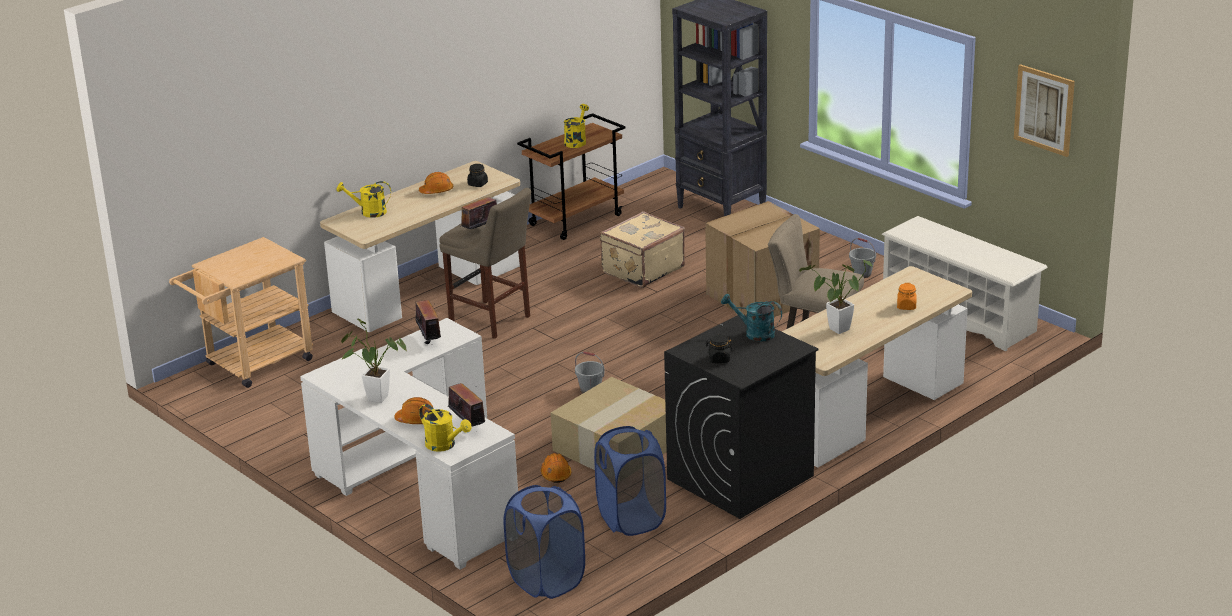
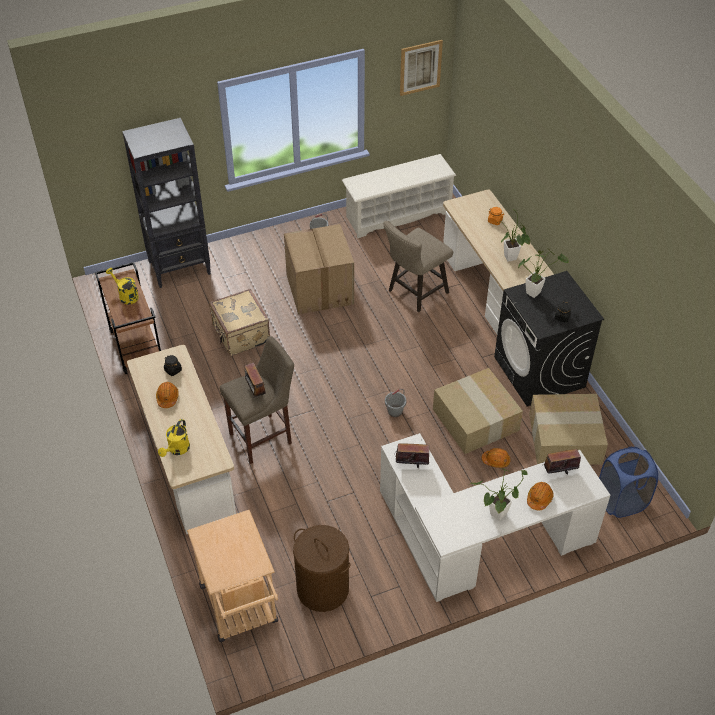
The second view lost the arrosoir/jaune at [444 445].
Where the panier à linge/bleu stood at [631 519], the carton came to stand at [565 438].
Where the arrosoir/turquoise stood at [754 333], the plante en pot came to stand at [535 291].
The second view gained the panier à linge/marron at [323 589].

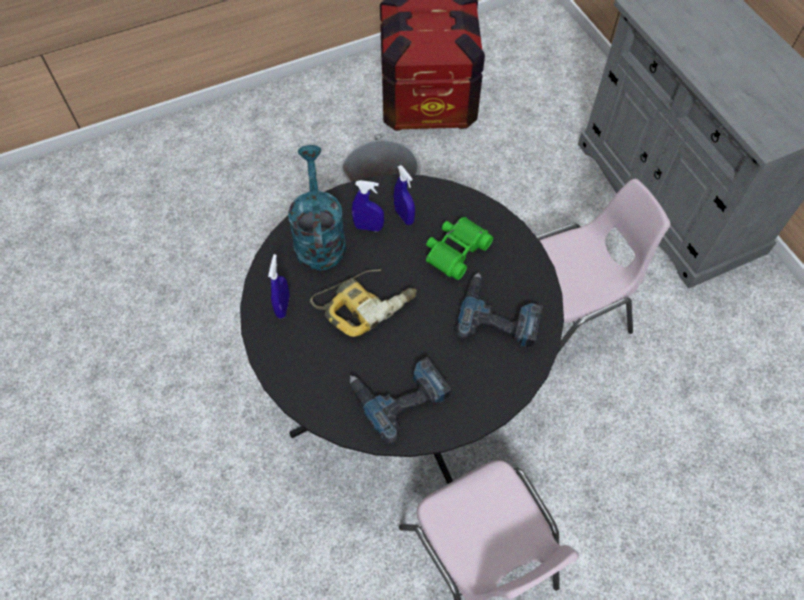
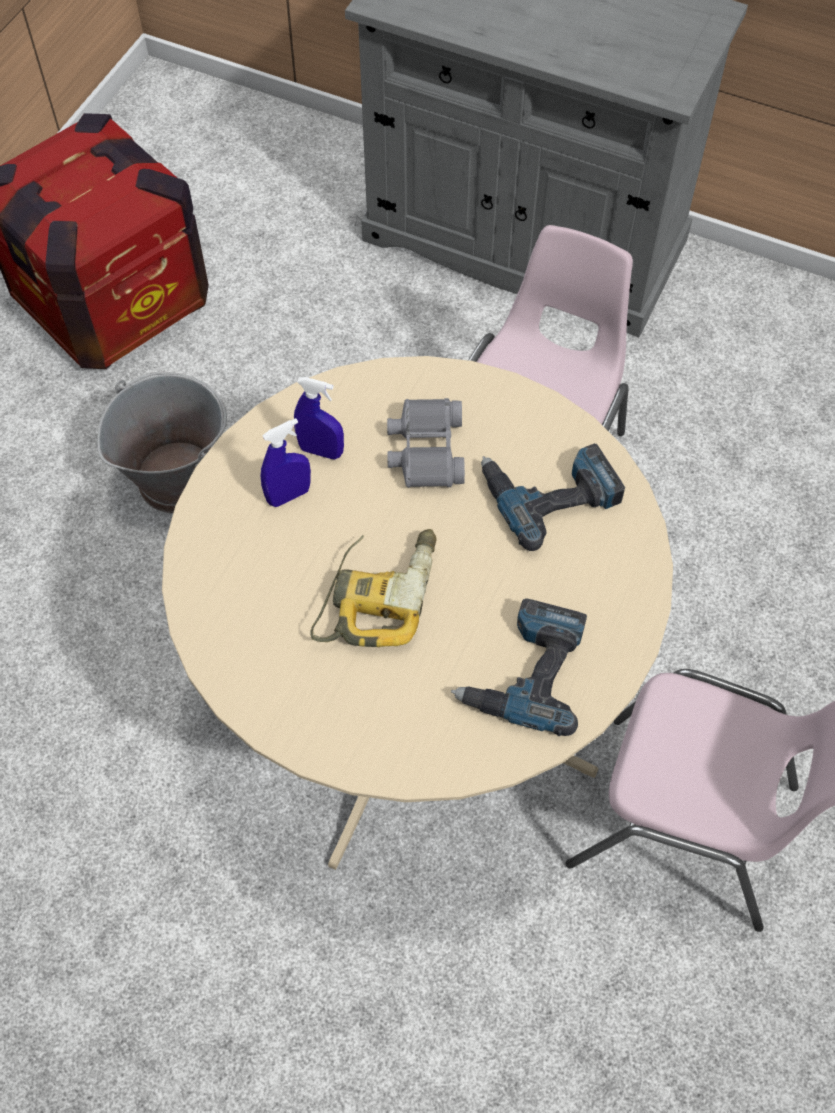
What was the table à manger/noir at [402 387] turned into the table à manger/beige at [417 697].
The second view lost the vaporisateur/bleu at [283 306].
The second view lost the arrosoir/turquoise at [318 237].
What was the jumelles/vert at [455 251] turned into the jumelles/gris at [425 450].

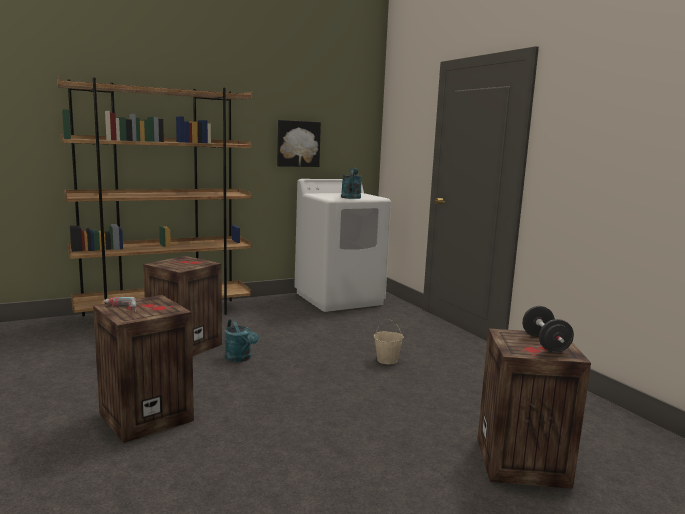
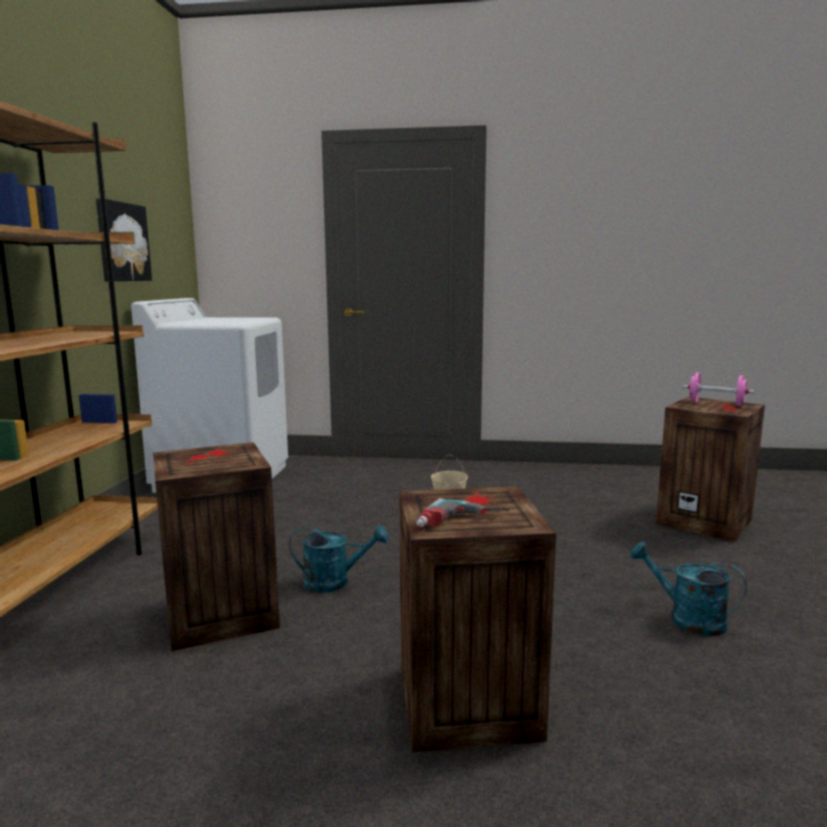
The arrosoir/turquoise ended up elsewhere, having gone from [351 197] to [687 619].
What was the haltère/noir at [545 343] turned into the haltère/rose at [716 404].

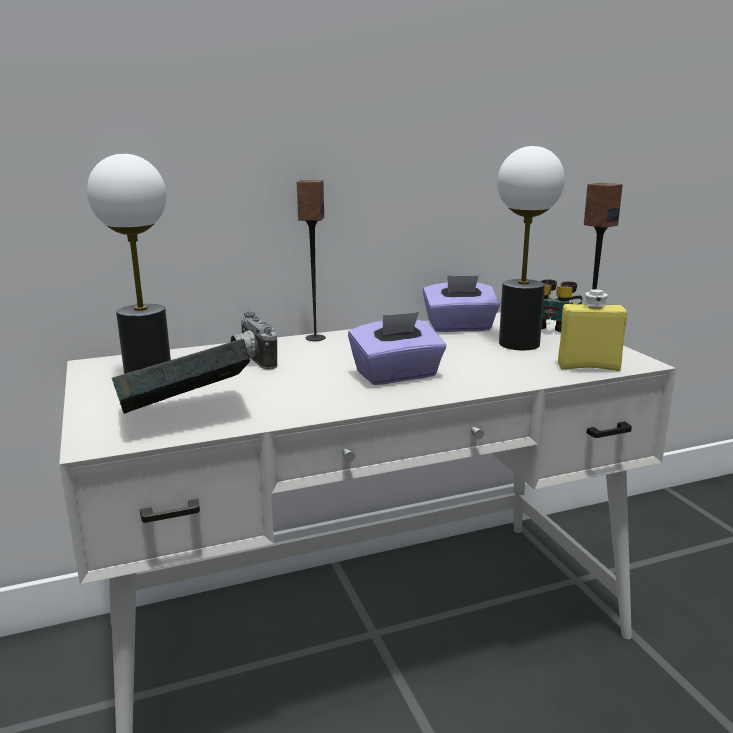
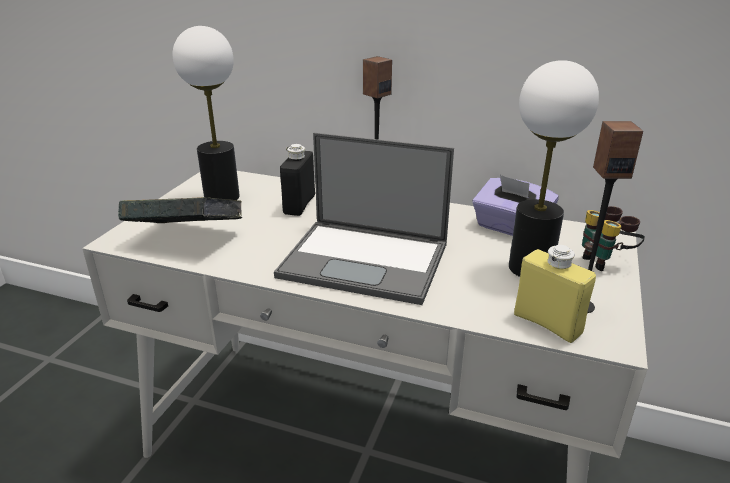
Where the appareil photo stood at [251 360], the bouteille/noir came to stand at [299 205].
Where the boîte à mouchoirs/violet stood at [397 375], the ordinateur portable came to stand at [367 260].

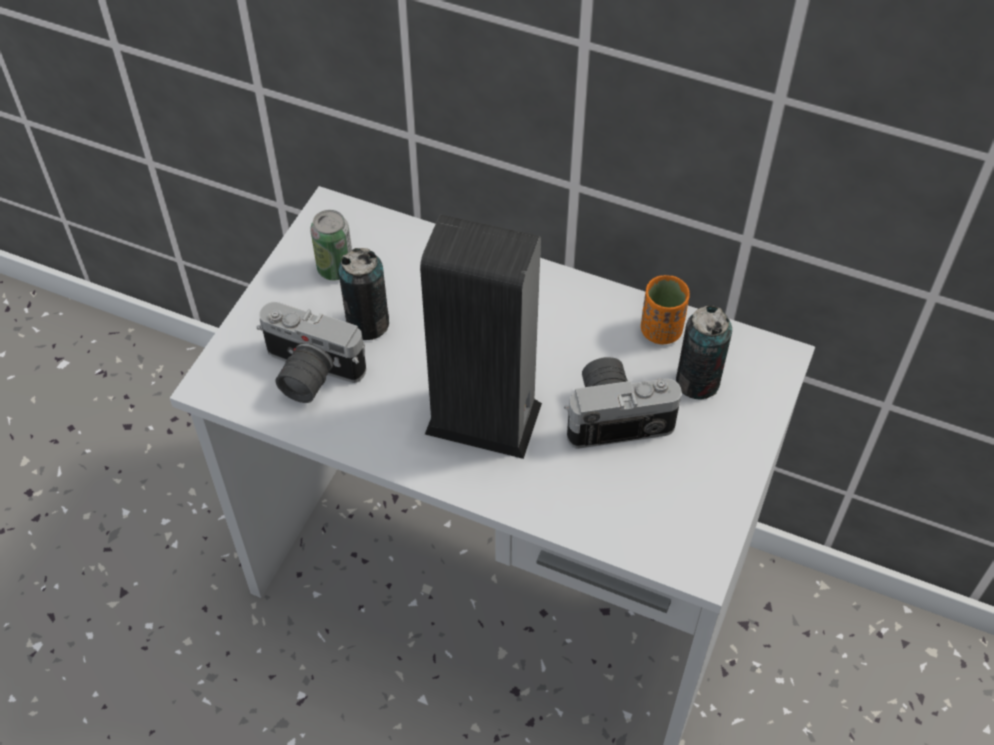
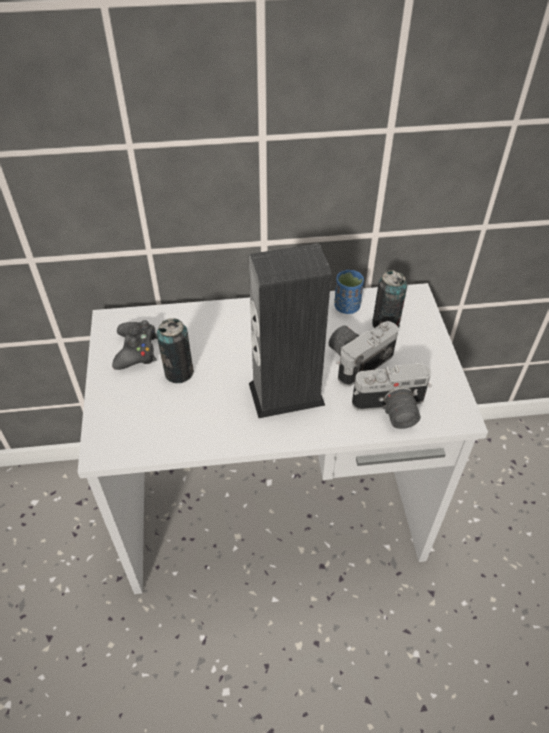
The appareil photo ended up elsewhere, having gone from [307 374] to [391 411].
Where the boîte métallique stood at [335 269], the manette/noir came to stand at [136 350].
What was the tasse/orange at [661 330] turned into the tasse/bleu at [347 307].

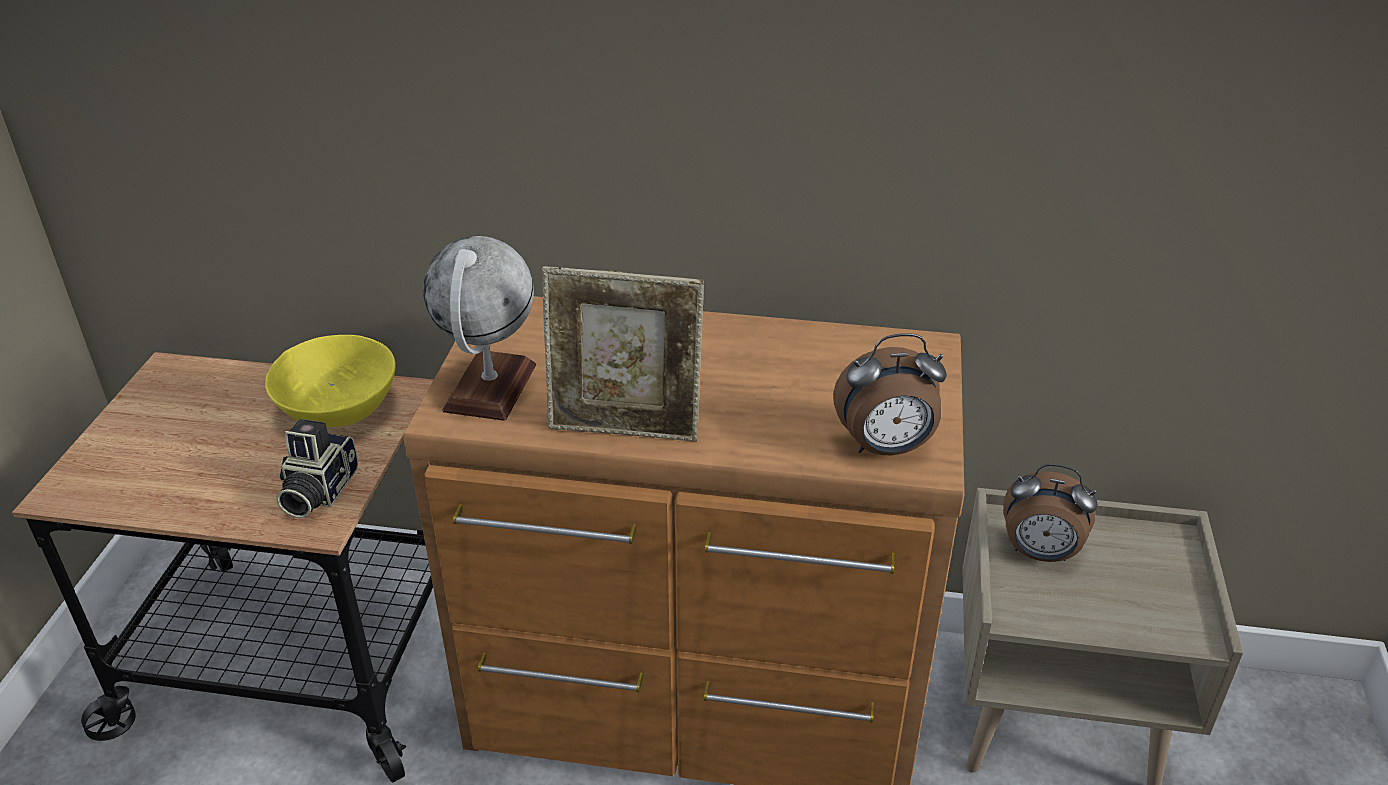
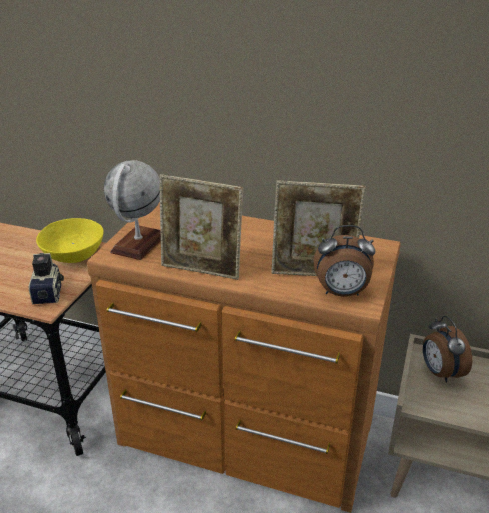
The appareil photo at [317 491] ended up facing another way, 150 degrees clockwise from before.
The réveil at [1040 553] ended up facing another way, 45 degrees clockwise from before.
The second view gained the cadre photo at [313 273].

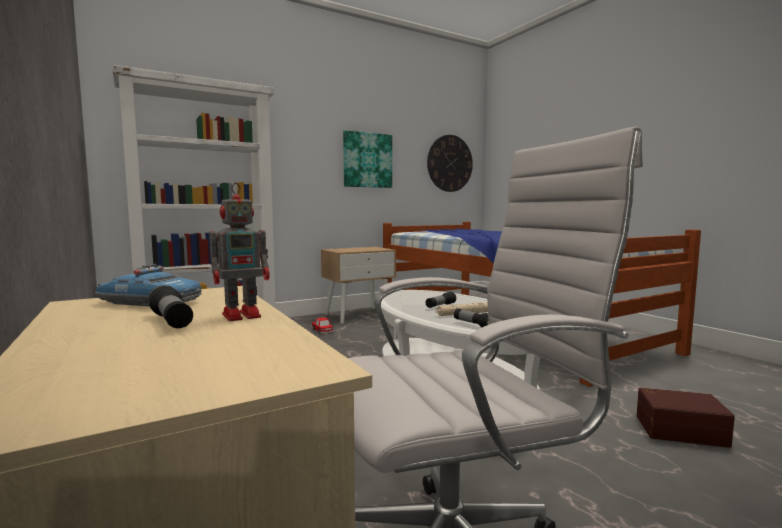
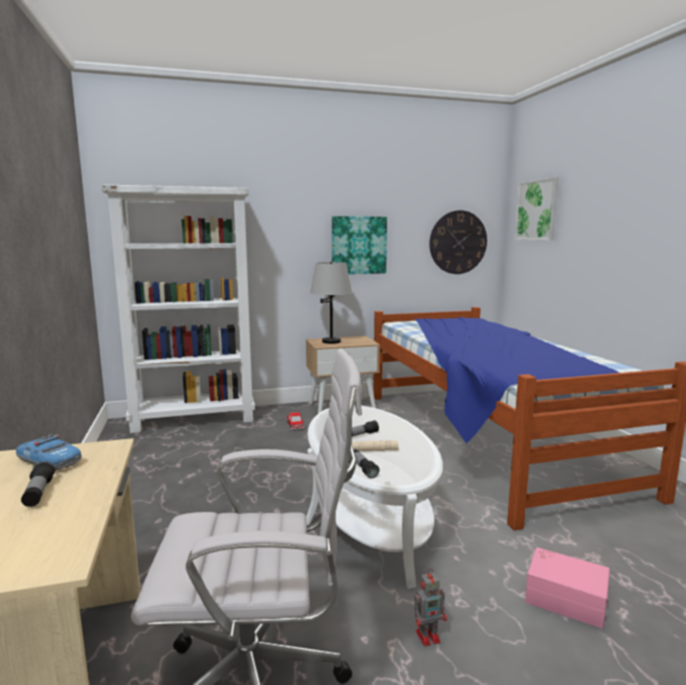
The robot jouet ended up elsewhere, having gone from [243 315] to [429 636].
What was the boîte de rangement/marron at [679 429] turned into the boîte de rangement/rose at [565 598].
The second view gained the lampe de table/gris at [331 341].
The second view gained the tableau at [537 210].

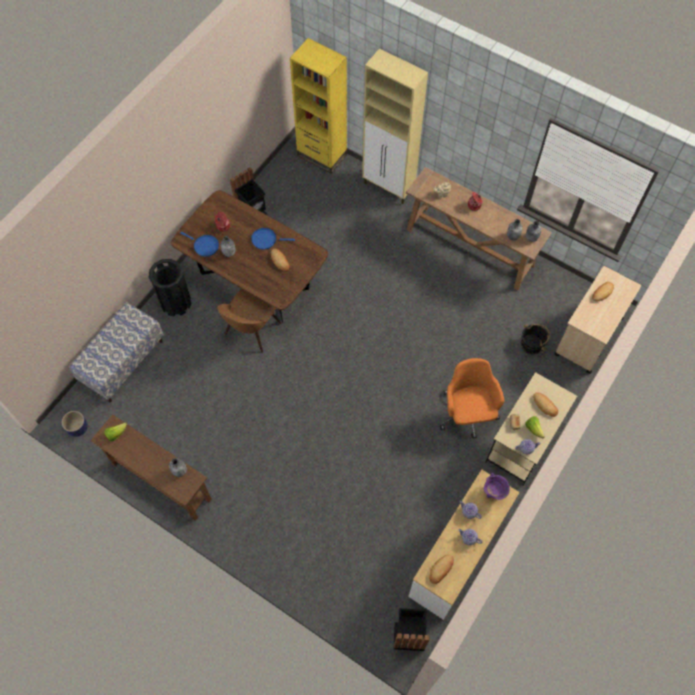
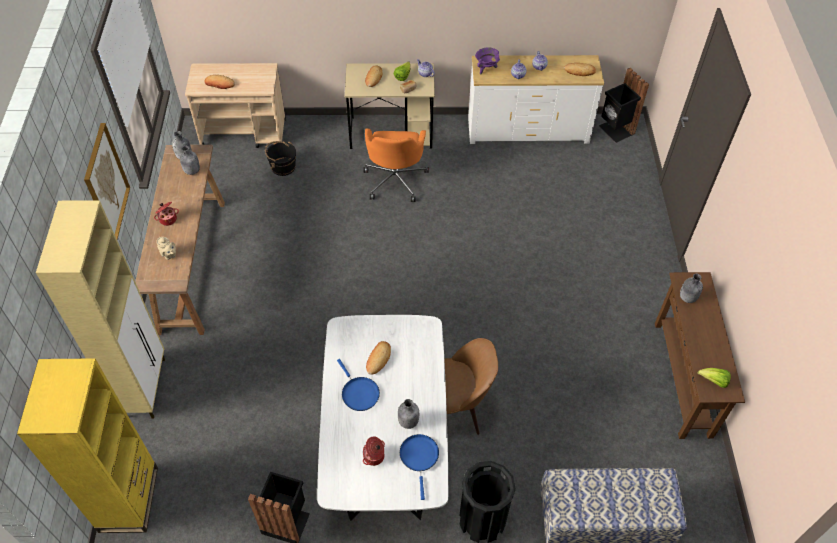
The second view lost the cache-pot at [78 428].
What was the table à manger/marron at [255 282] turned into the table à manger/blanc at [386 449].
The chaise de bureau/orange at [467 414] ended up facing another way, 45 degrees counterclockwise from before.
The second view gained the tableau at [106 183].

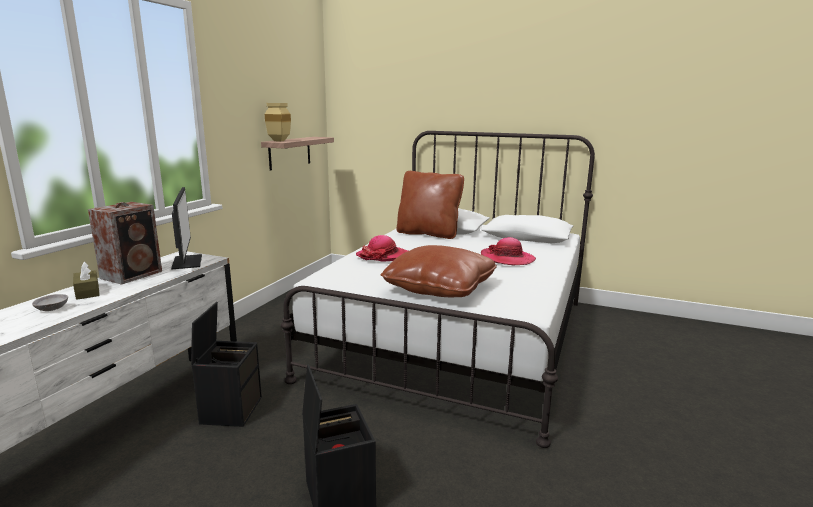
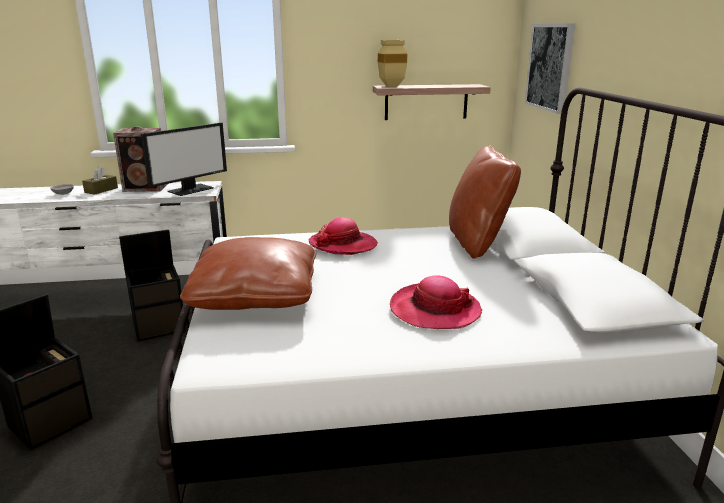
The second view gained the tableau at [550 67].

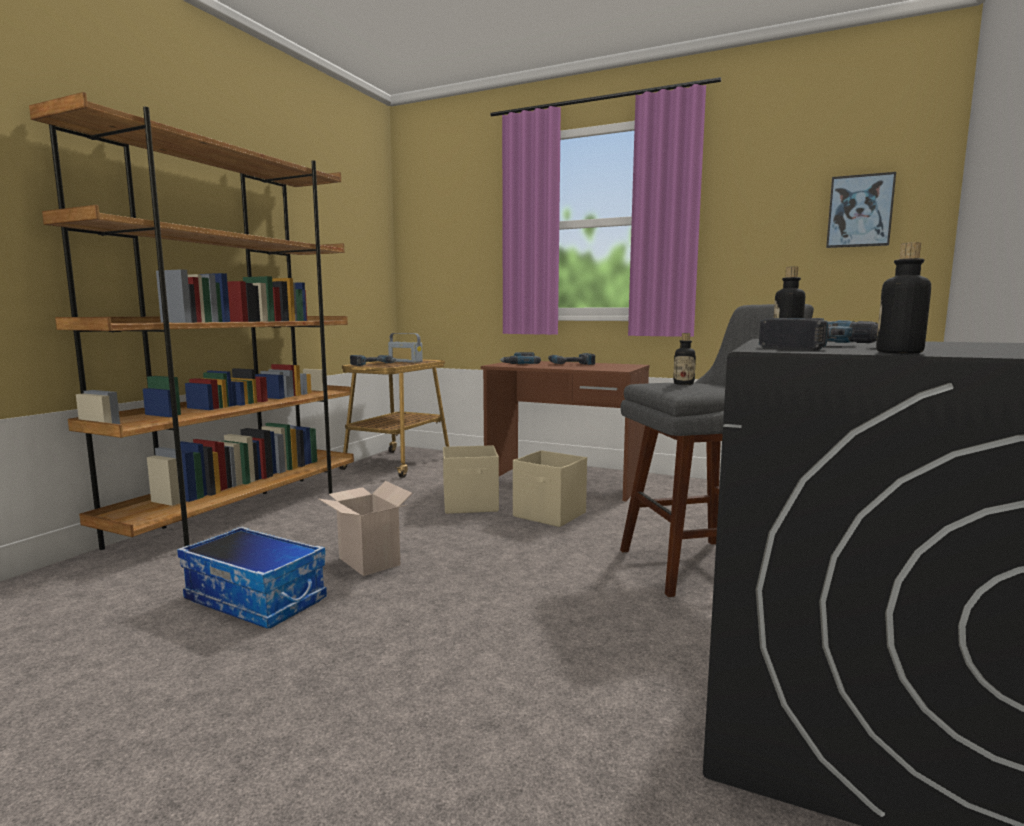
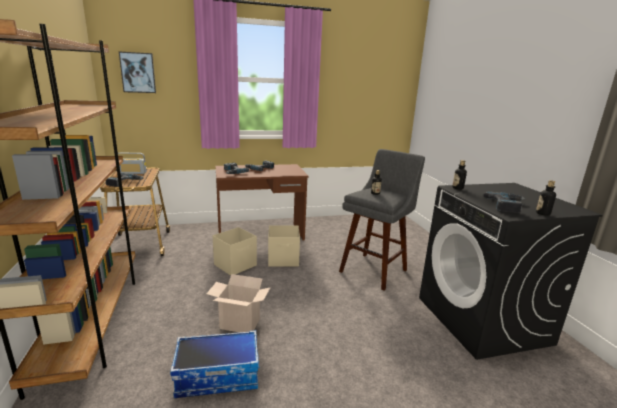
The tableau ended up elsewhere, having gone from [859 211] to [138 72].

